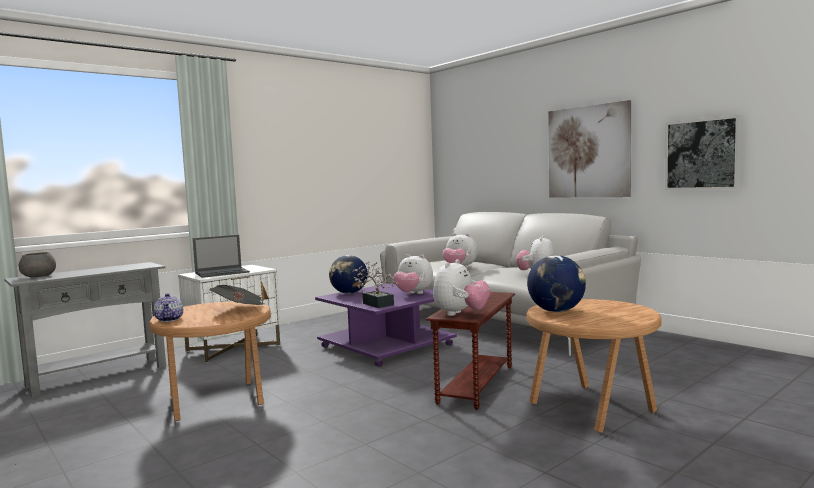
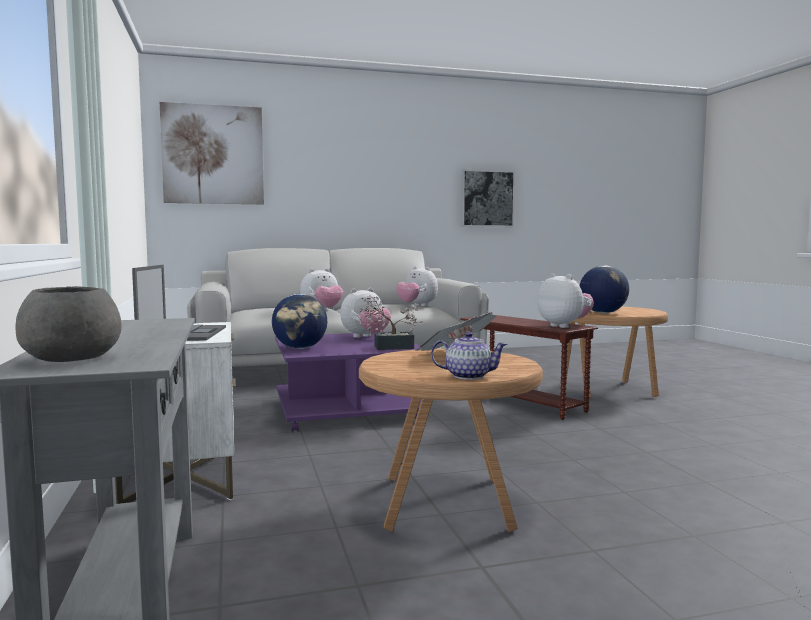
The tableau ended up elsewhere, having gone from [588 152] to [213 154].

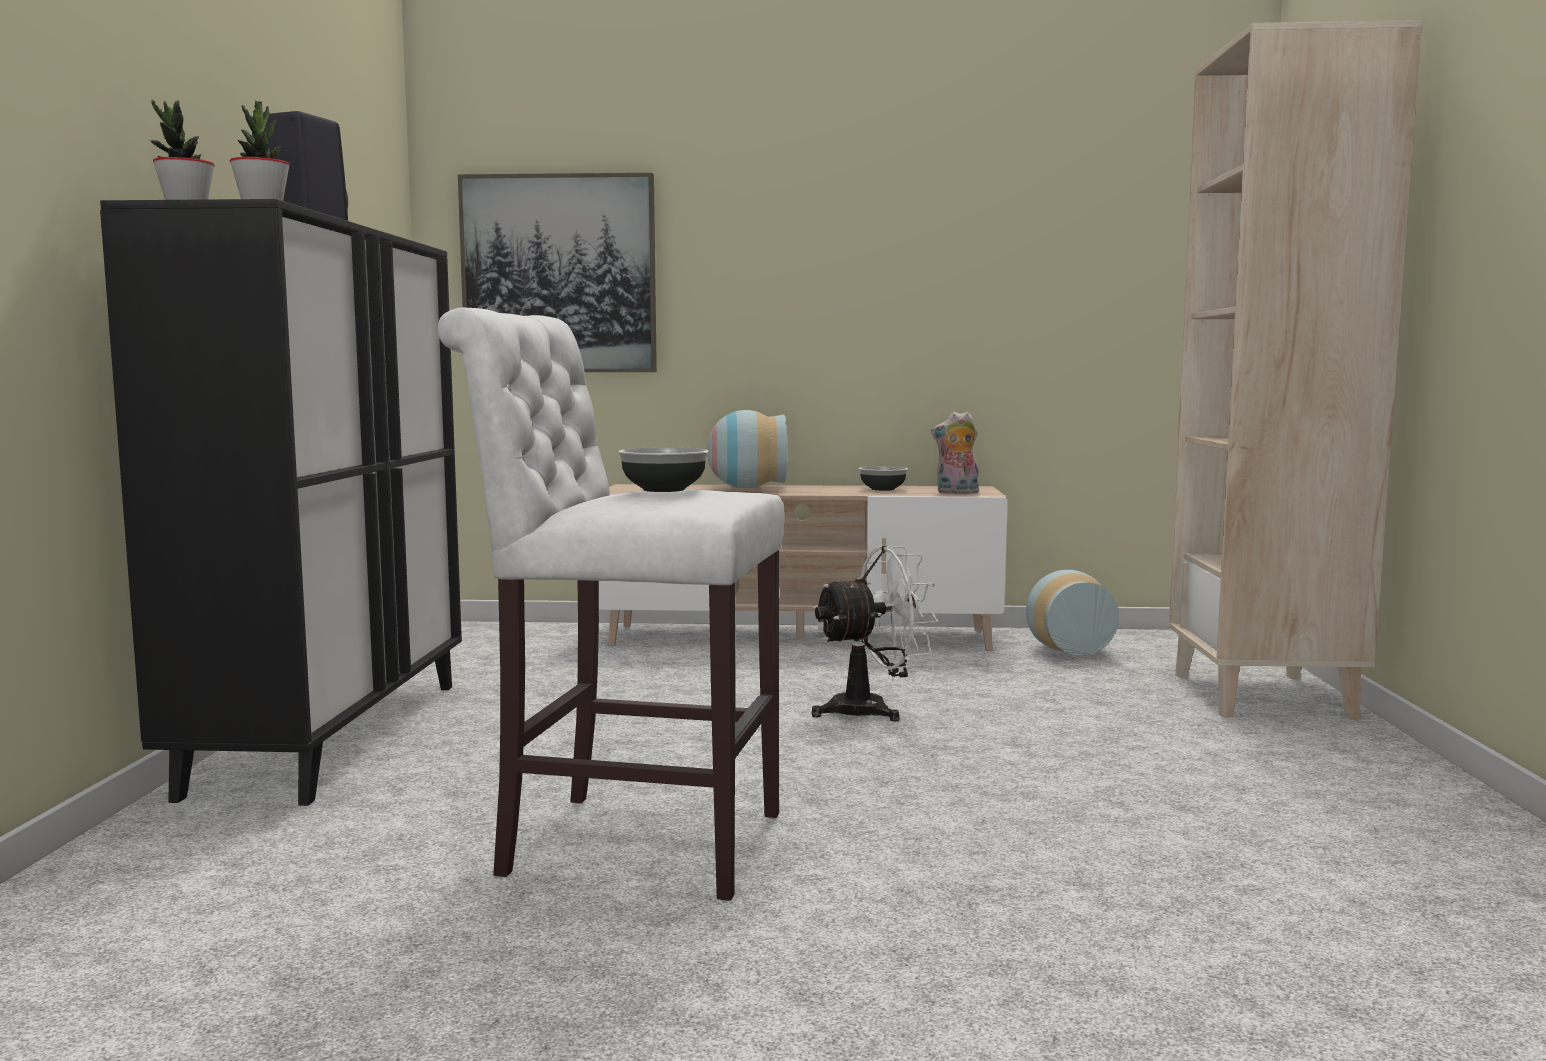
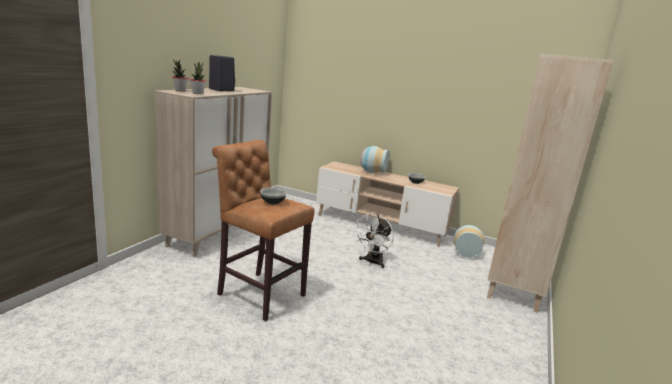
What was the meuble de rangement/noir at [331 735] turned into the meuble de rangement/beige at [217 233].
What was the tabouret/blanc at [629 843] turned into the tabouret/marron at [258 293].
The second view lost the tableau at [559 274].
The ventilateur/blanc at [872 710] ended up facing another way, 120 degrees clockwise from before.
The second view lost the peluche at [956 493].

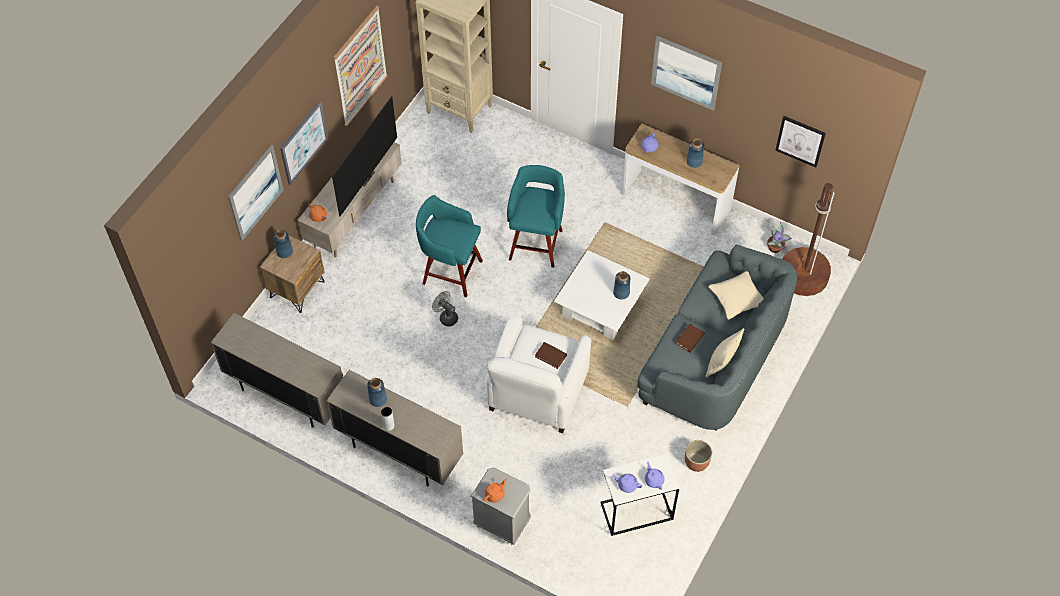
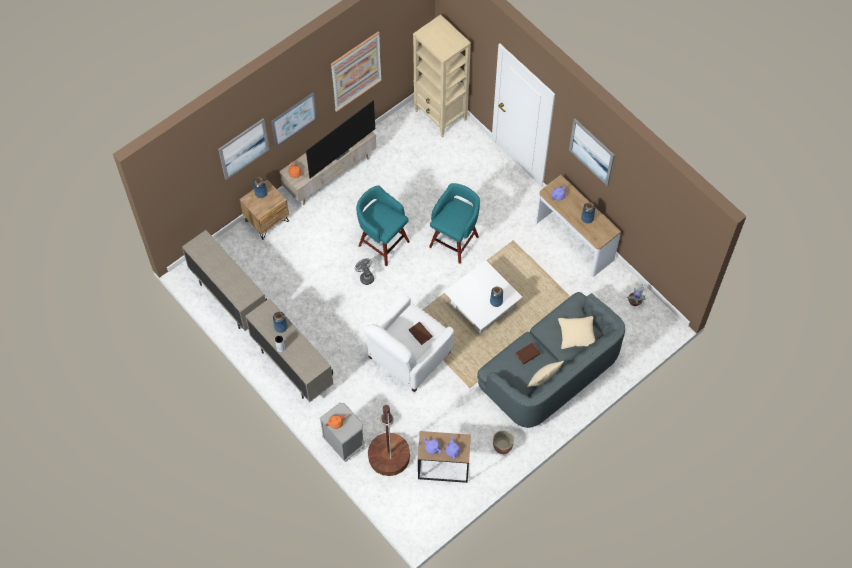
What was the table d'appoint/blanc at [636 511] turned into the table d'appoint/marron at [443 467].
The second view lost the tableau at [800 141].
The lampadaire/marron ended up elsewhere, having gone from [803 275] to [388 456].

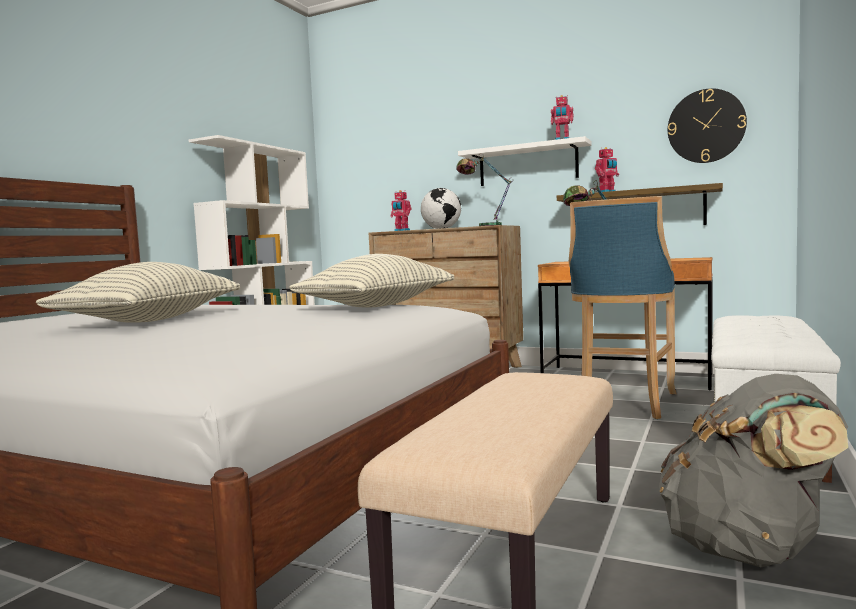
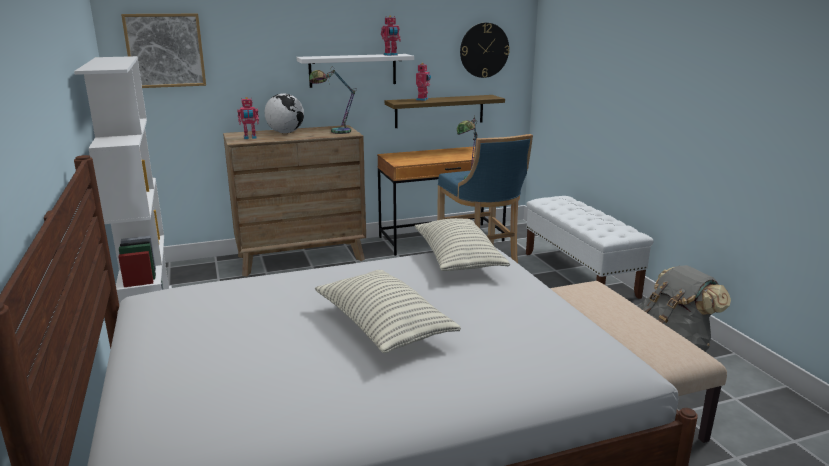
The second view gained the tableau at [165 50].

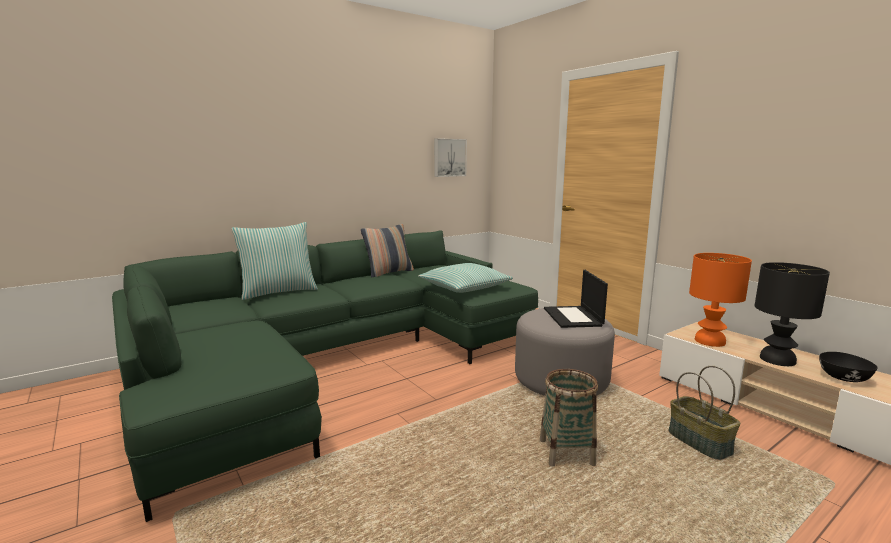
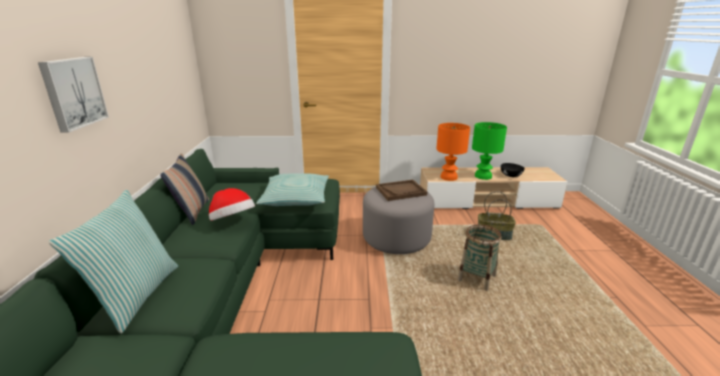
The tableau ended up elsewhere, having gone from [449 157] to [73 92].
Where the ordinateur portable stood at [573 317], the plateau/marron came to stand at [401 191].
What was the lampe de table/noir at [778 360] turned into the lampe de table/vert at [483 176].
The second view gained the chapeau at [233 221].

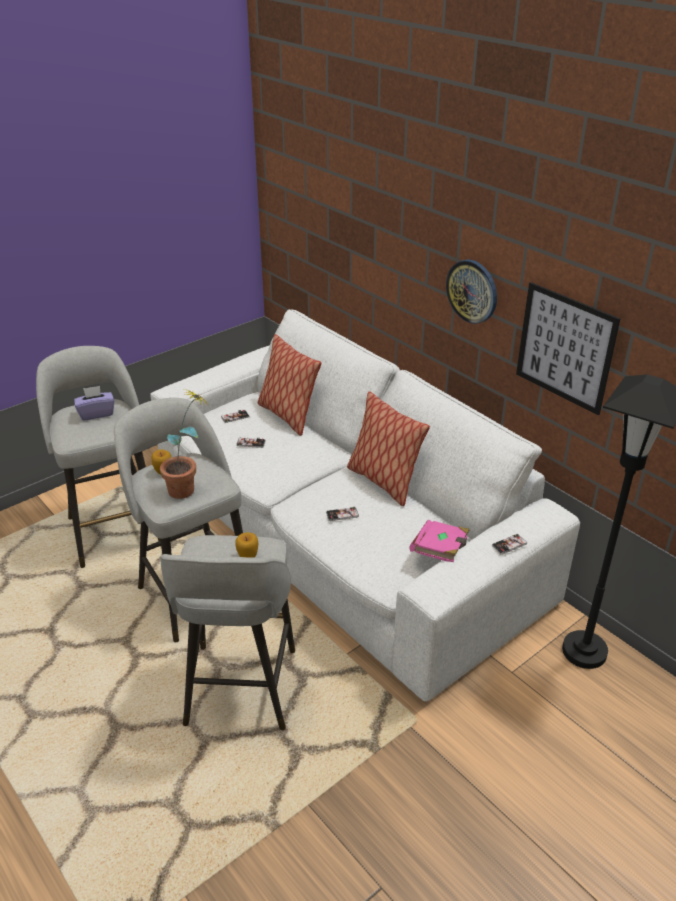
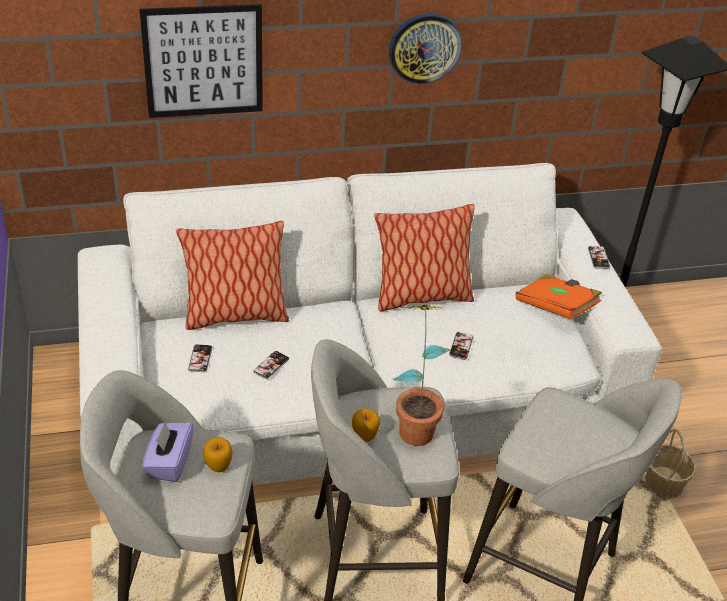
The pomme ended up elsewhere, having gone from [248 556] to [218 466].
What was the livre/rose at [440 551] turned into the livre/orange at [556 308].
The tableau ended up elsewhere, having gone from [565 348] to [203 61].
The second view gained the panier at [664 483].

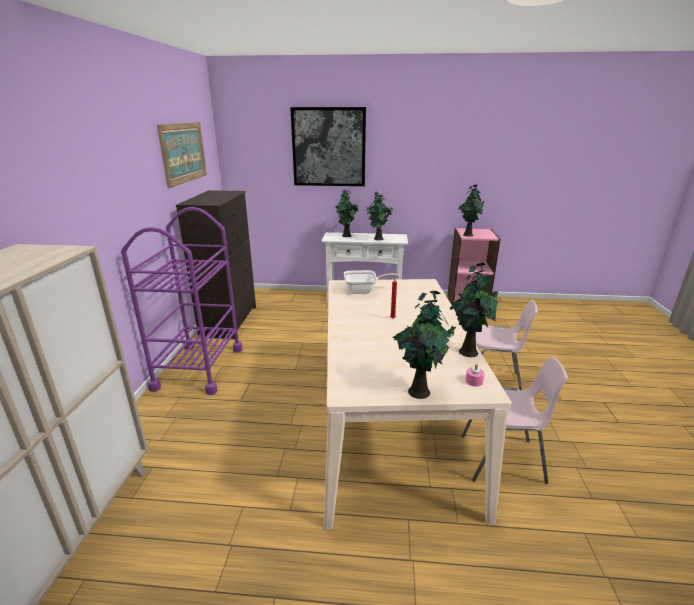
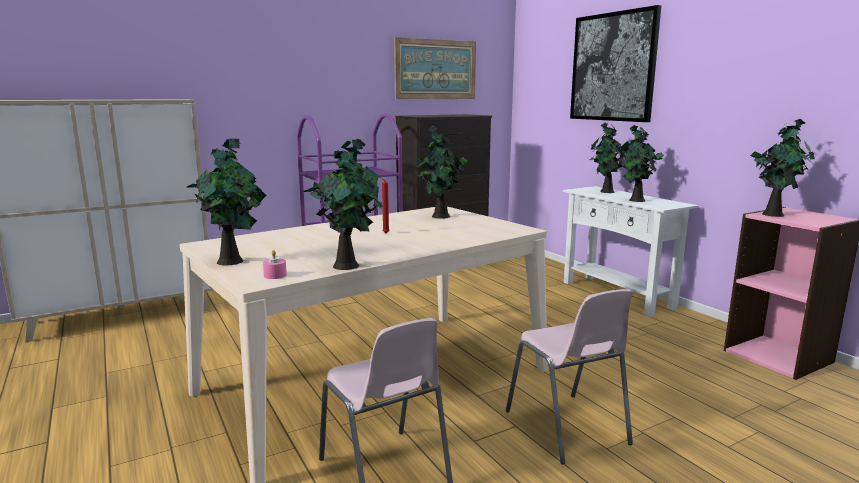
Where the poêle stood at [364 291], the plante en pot came to stand at [440 217].

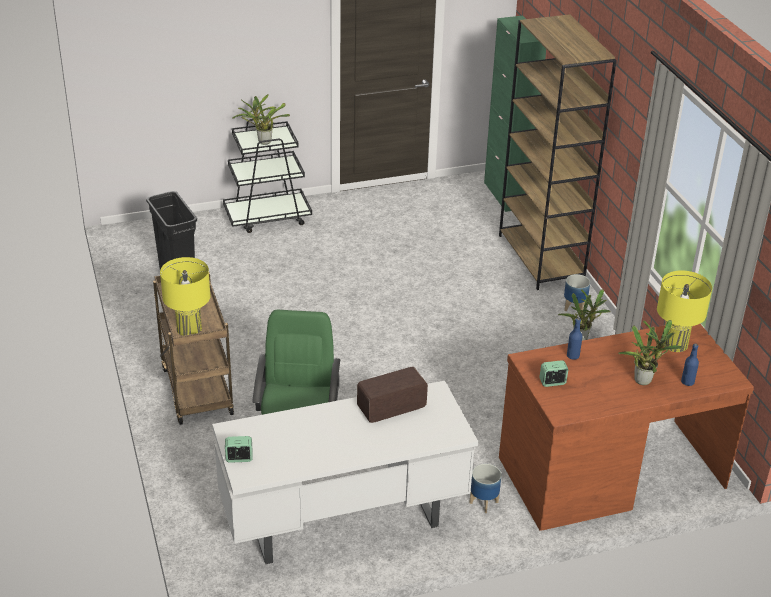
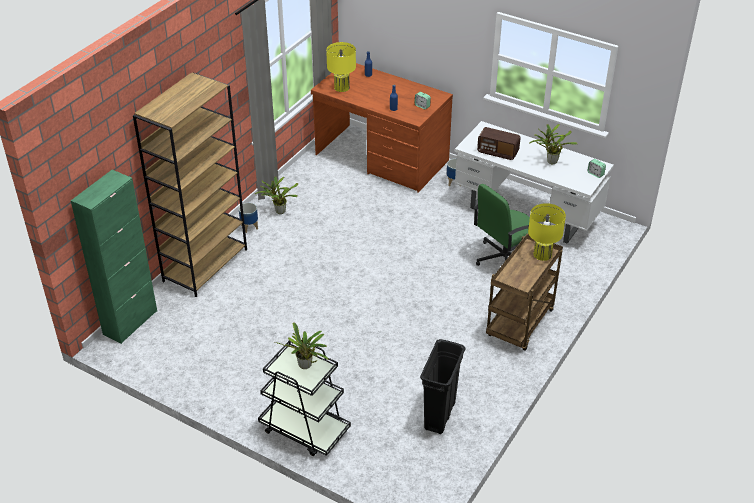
The plante en pot ended up elsewhere, having gone from [645 380] to [550 161].

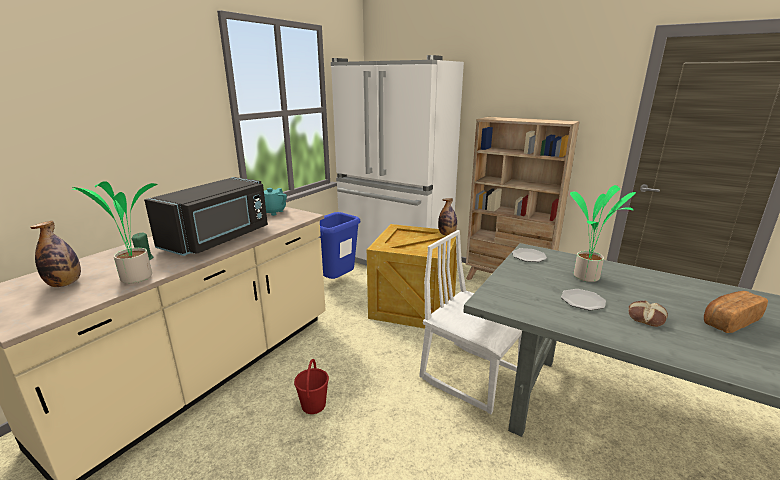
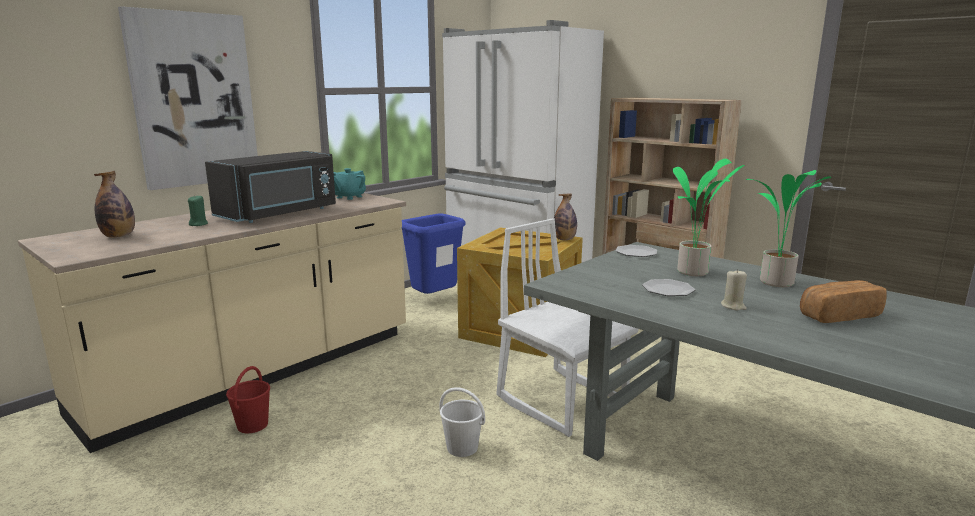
The plante en pot ended up elsewhere, having gone from [134 279] to [775 283].
The seau/rouge ended up elsewhere, having gone from [313 405] to [253 425].
Where the pain stood at [645 317], the bougie/beige came to stand at [733 306].
The second view gained the tableau at [194 100].
The second view gained the seau/blanc at [463 448].

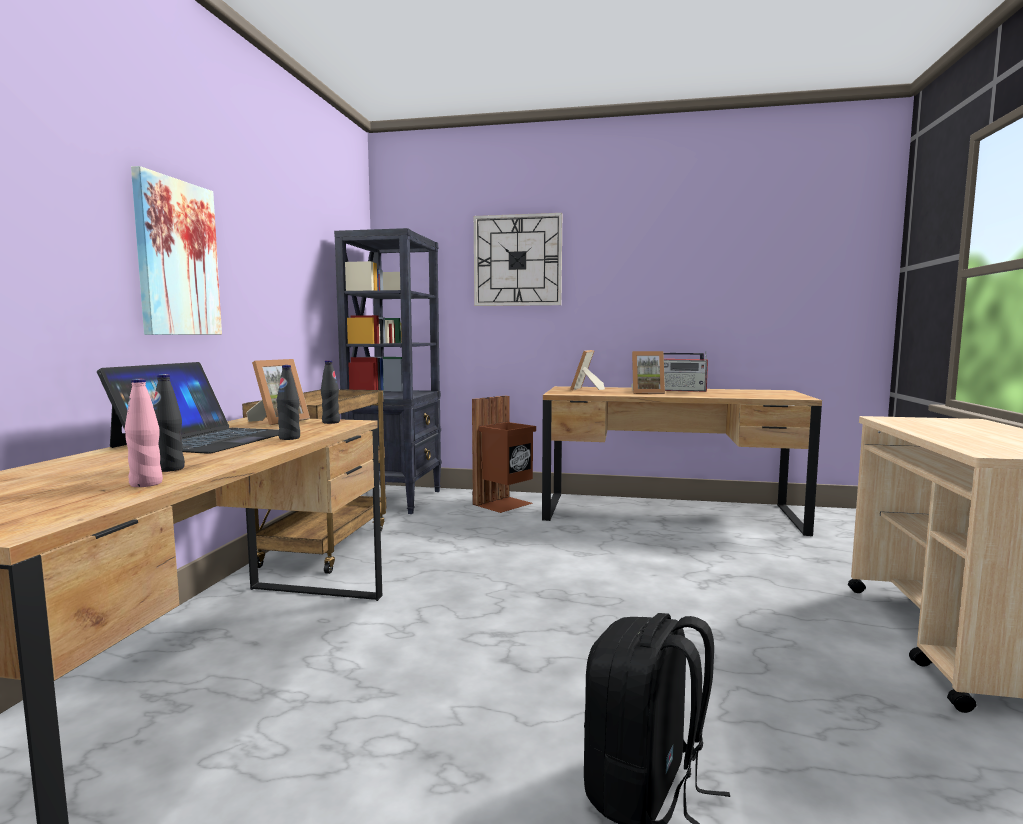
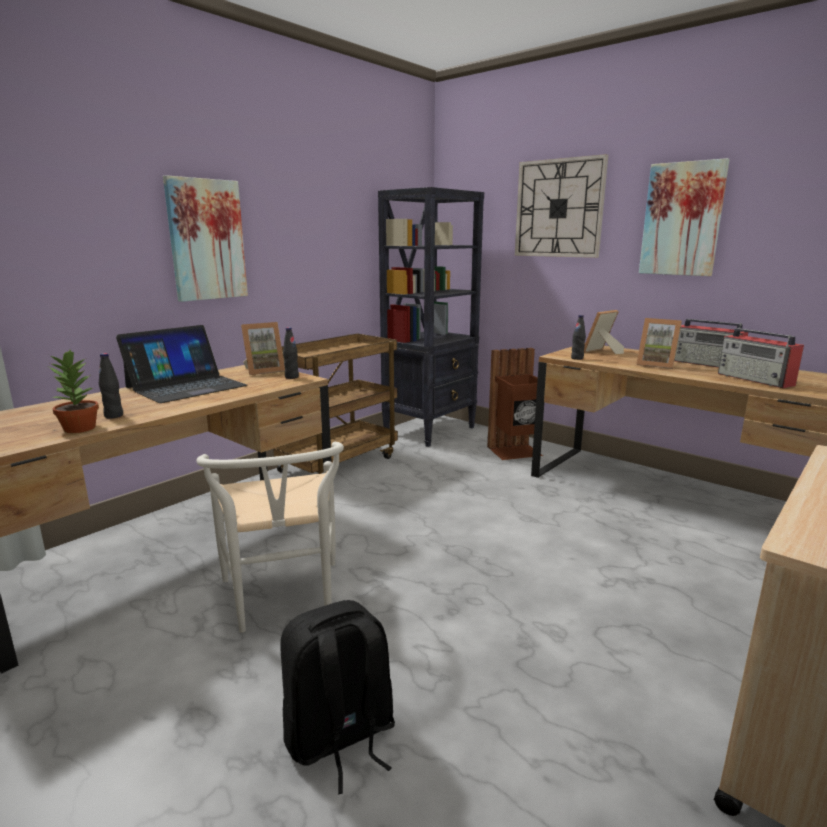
Where the bouteille/rose stood at [146 484], the plante en pot came to stand at [79 428].
The bouteille/noir ended up elsewhere, having gone from [289 438] to [577 358].
The second view gained the chaise/blanc at [283 601].
The second view gained the tableau at [682 219].
The second view gained the radio at [755 380].

